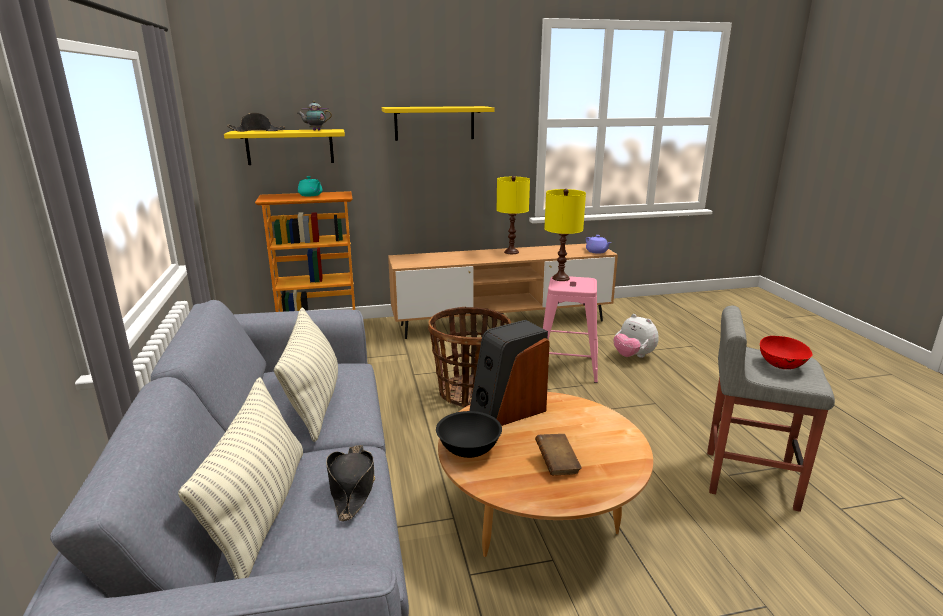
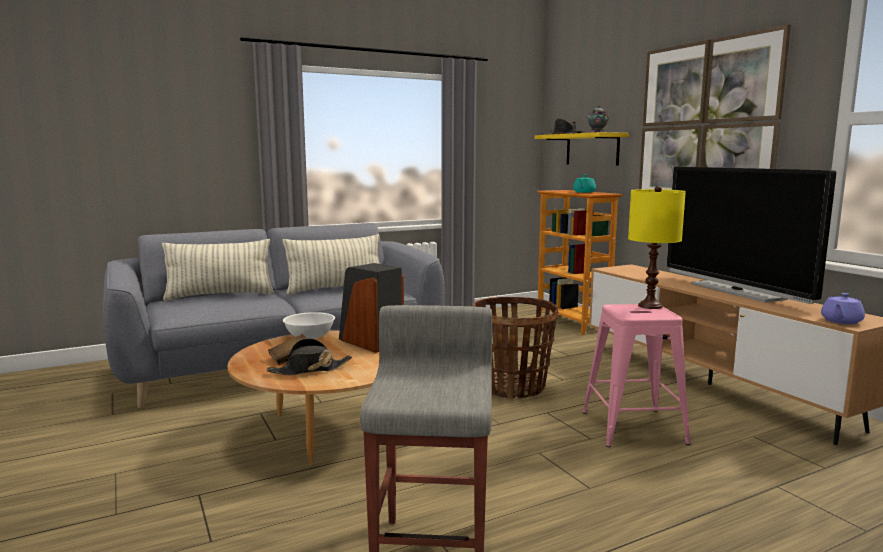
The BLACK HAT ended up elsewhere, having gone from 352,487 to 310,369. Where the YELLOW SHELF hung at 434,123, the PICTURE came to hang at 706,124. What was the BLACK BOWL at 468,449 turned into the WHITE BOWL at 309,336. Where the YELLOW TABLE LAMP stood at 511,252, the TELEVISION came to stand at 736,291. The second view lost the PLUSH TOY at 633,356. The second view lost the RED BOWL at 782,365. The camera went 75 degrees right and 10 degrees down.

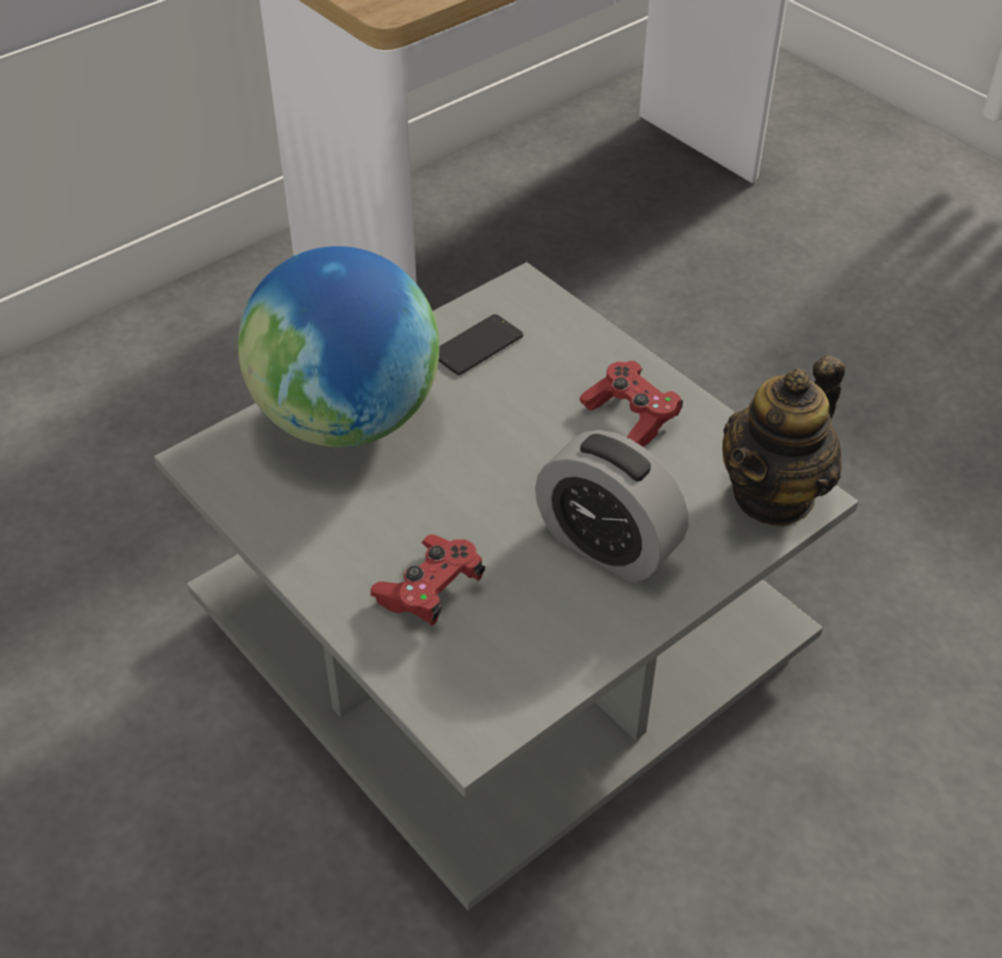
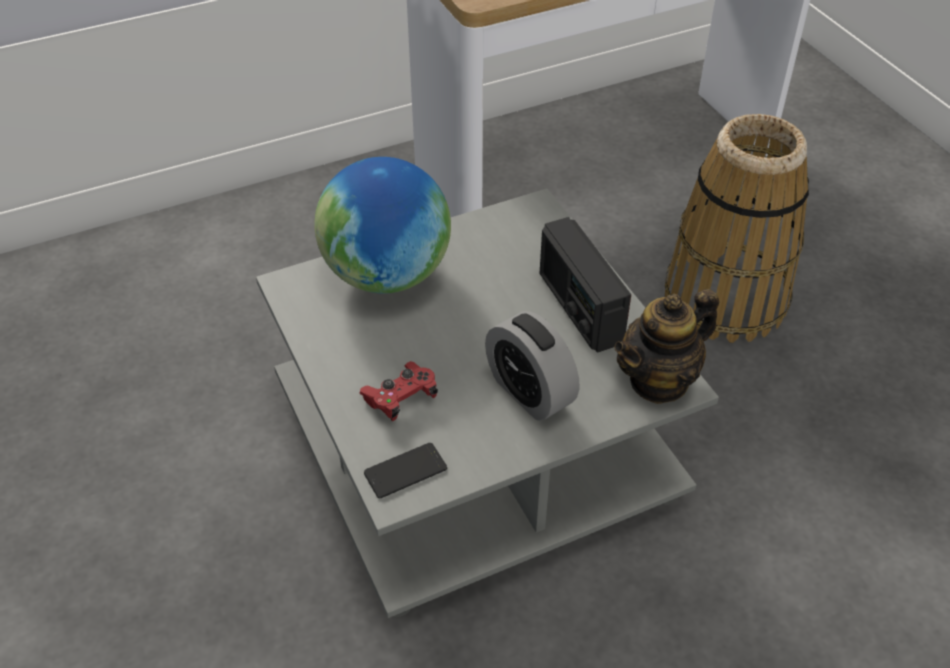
The PHONE ended up elsewhere, having gone from 477,345 to 405,471. Where the RED GAME CONTROLLER stood at 631,416, the RADIO came to stand at 579,308. The second view gained the BASKET at 726,298. The camera went 15 degrees right and 0 degrees up.

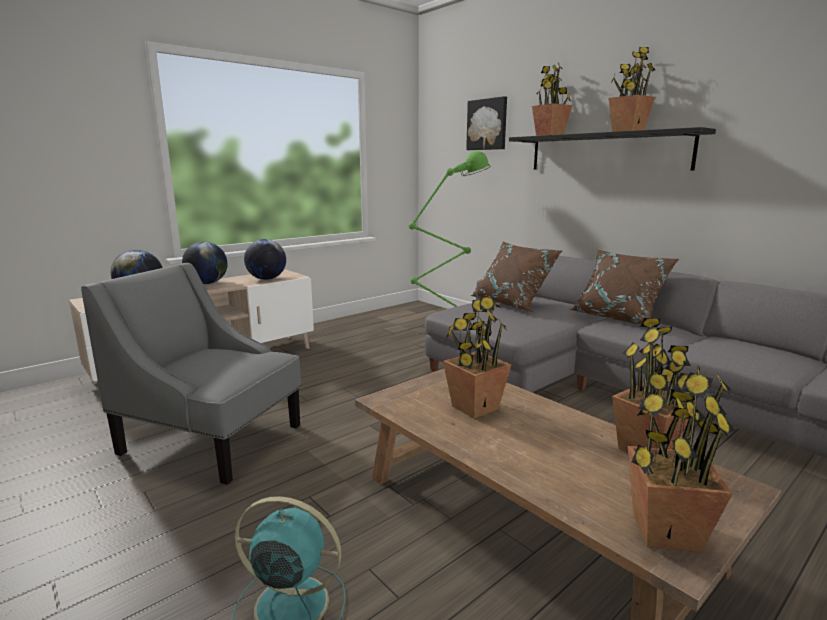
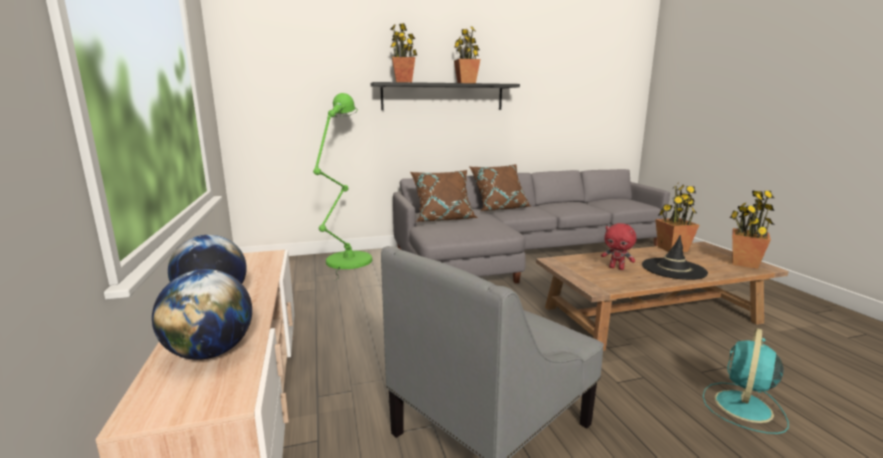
The second view lost the GLOBE at 266,279. Where the POTTED PLANT stood at 474,408, the RED PLUSH TOY came to stand at 617,268. The second view lost the PICTURE at 487,124. The second view gained the BLACK HAT at 673,269. The camera went 65 degrees left and 0 degrees up.

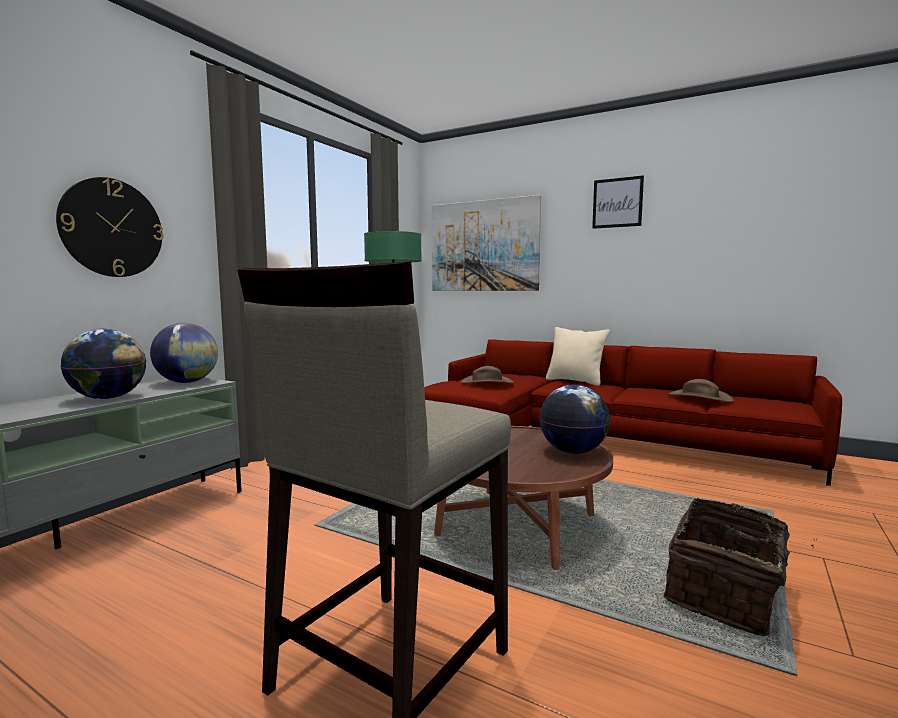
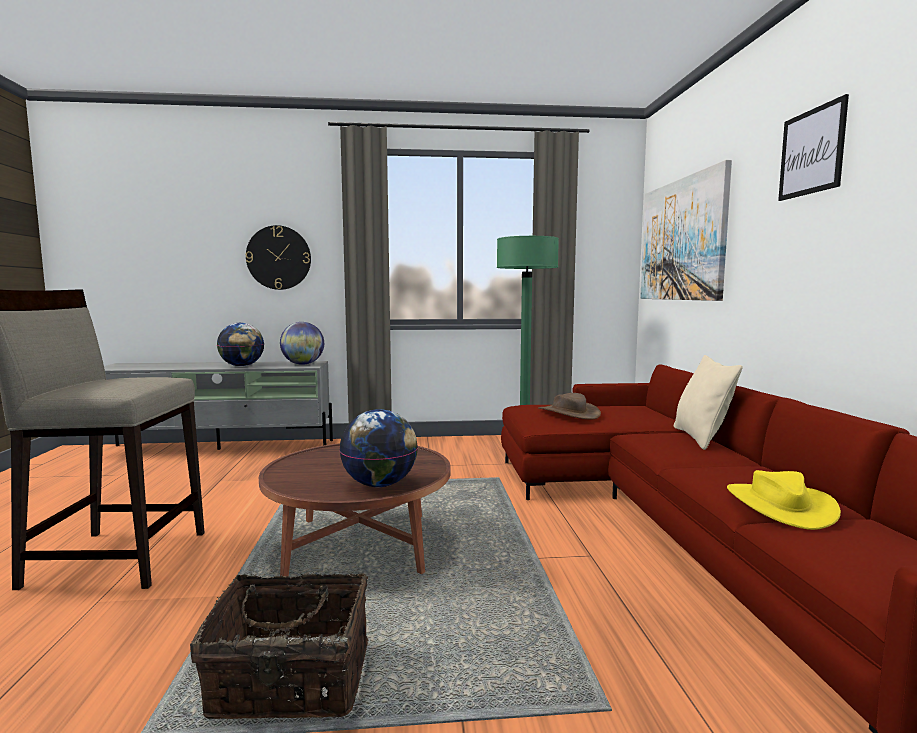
What was the BROWN HAT at 699,397 turned into the YELLOW HAT at 779,505. The camera went 55 degrees right and 0 degrees up.

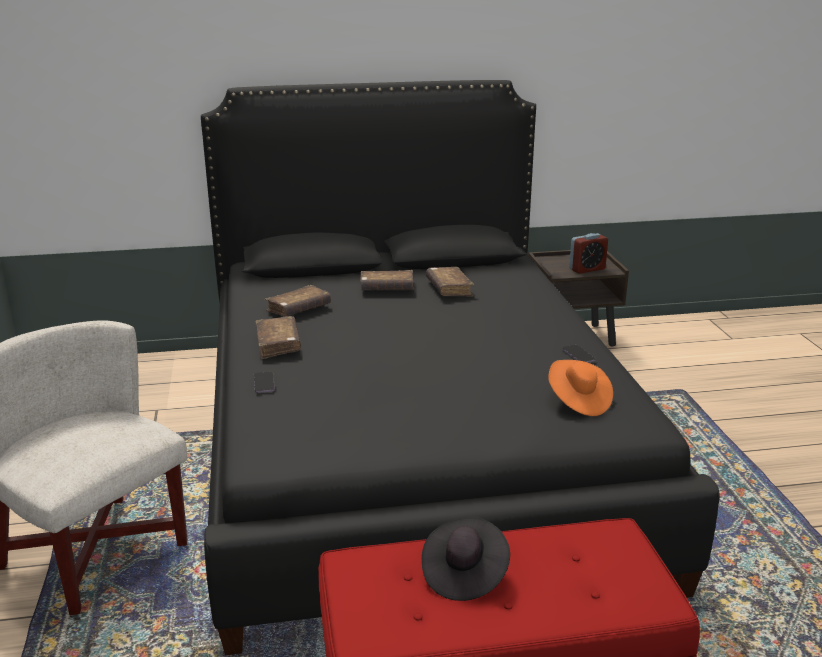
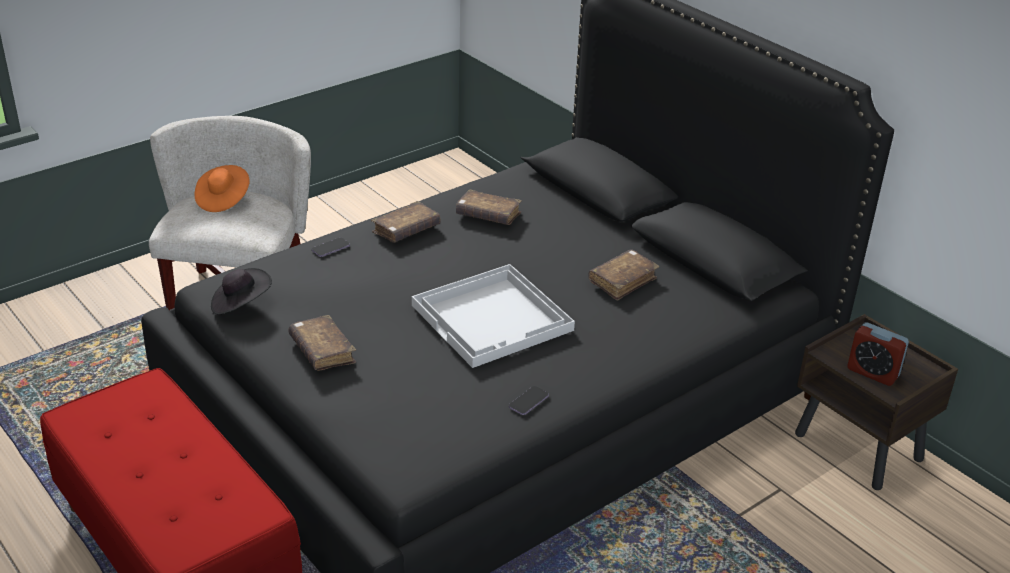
The BROWN BOOK ended up elsewhere, having gone from 387,288 to 322,351. The BLACK HAT ended up elsewhere, having gone from 464,574 to 240,304. The ORANGE HAT ended up elsewhere, having gone from 578,401 to 223,200. The second view gained the WHITE TRAY at 493,318. The camera went 60 degrees right and 10 degrees up.

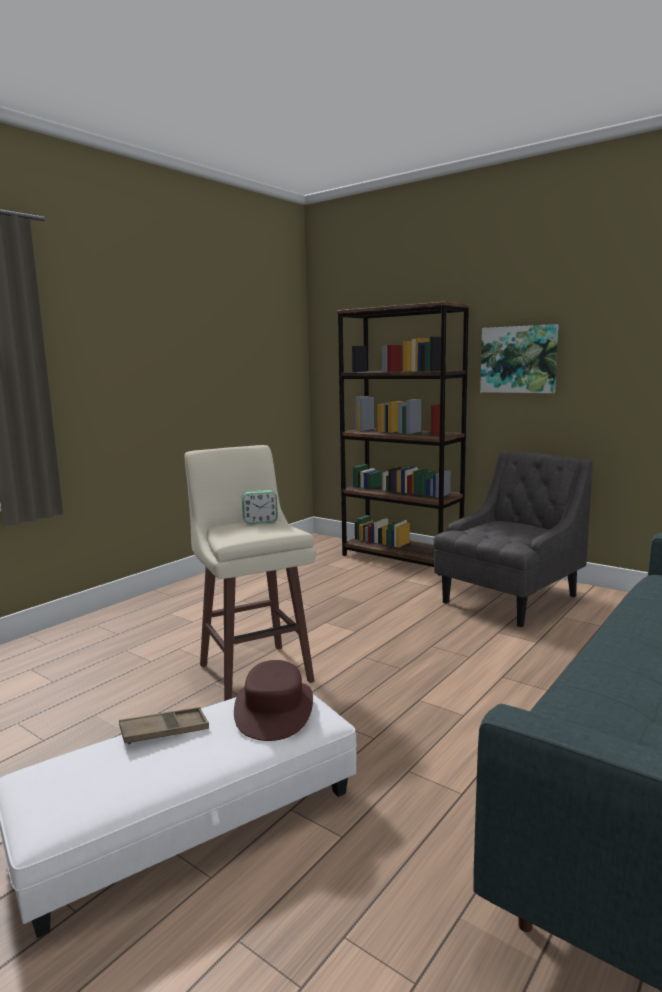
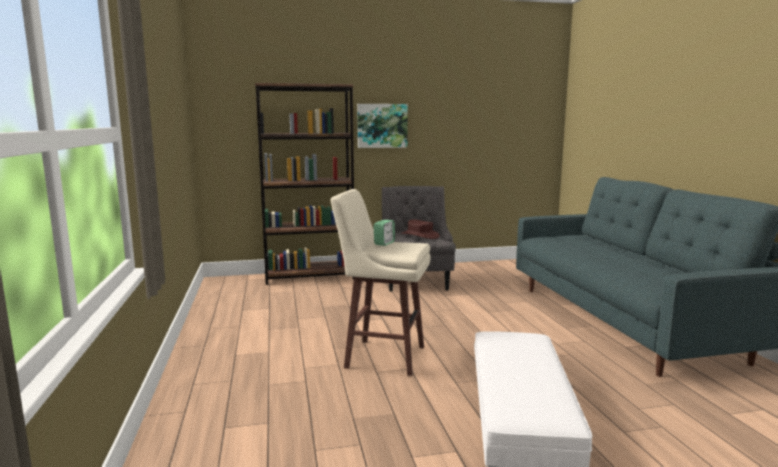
The second view lost the BROWN TRAY at 164,731. The BROWN HAT ended up elsewhere, having gone from 274,709 to 420,235. The camera went 50 degrees left and 0 degrees up.

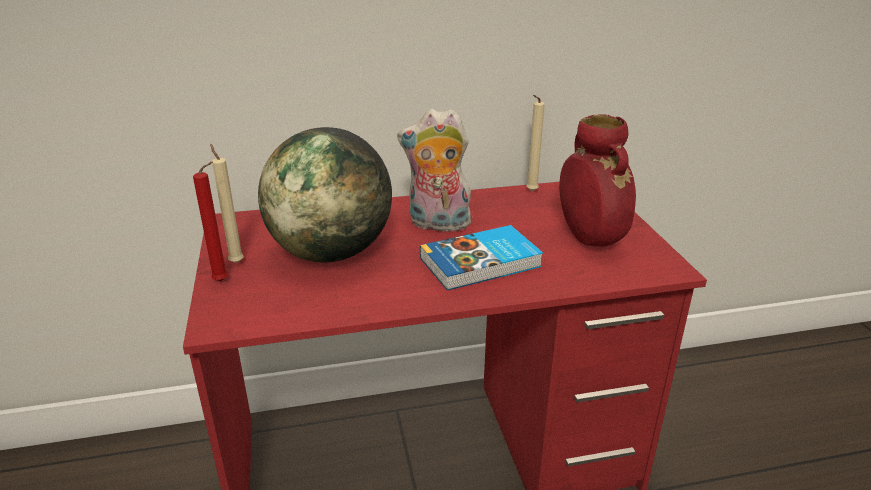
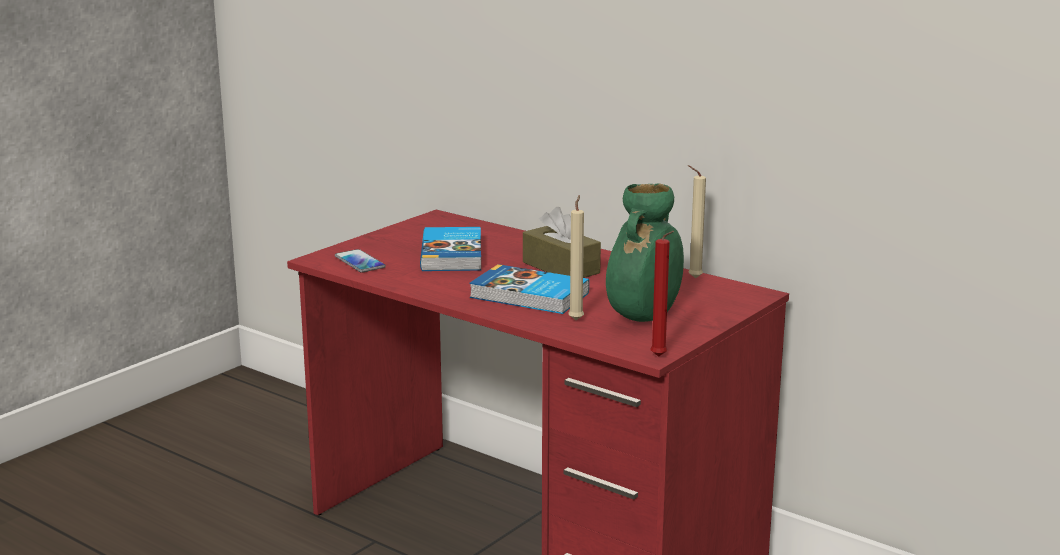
The RED CANDLE ended up elsewhere, having gone from 223,281 to 660,357. The BEIGE CANDLE ended up elsewhere, having gone from 235,262 to 576,319. Where the GLOBE stood at 331,253, the BOOK came to stand at 453,254. Where the PLUSH TOY stood at 437,224, the BROWN TISSUE BOX came to stand at 561,268. What was the RED VASE at 590,240 turned into the GREEN VASE at 644,318. The second view gained the PHONE at 359,262. The camera went 50 degrees right and 10 degrees down.

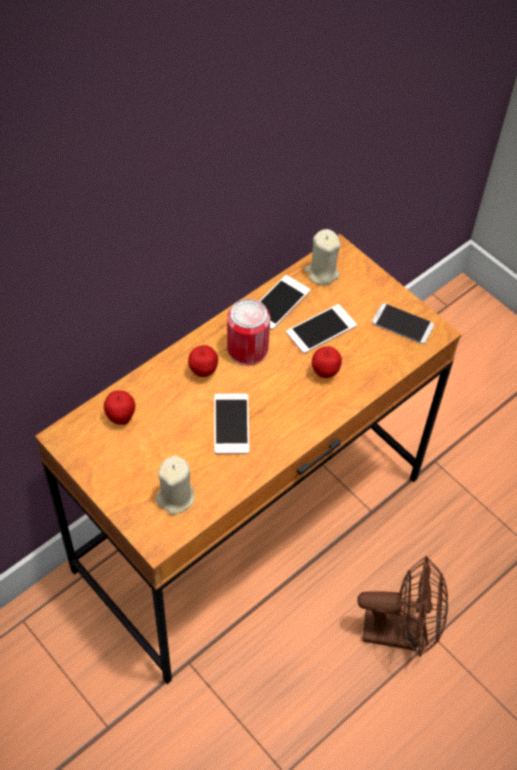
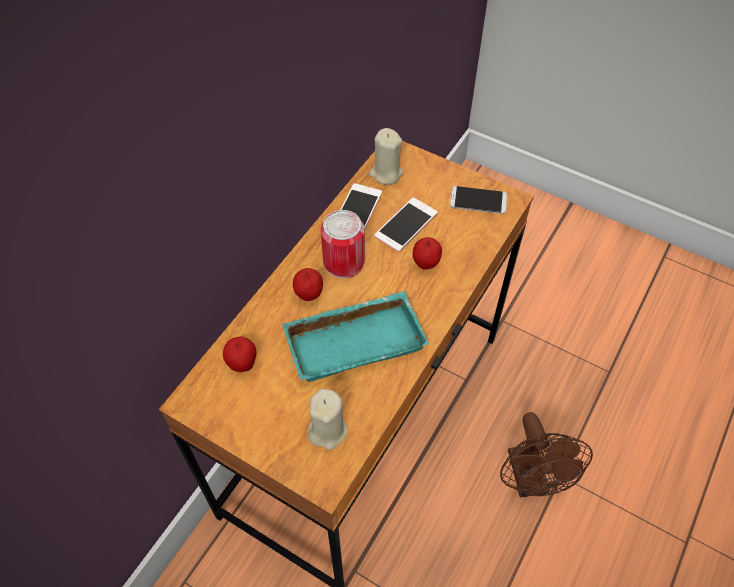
Where the PHONE stood at 231,424, the TURQUOISE TRAY came to stand at 355,339. The BROWN FAN at 400,632 ended up facing another way, 90 degrees clockwise from before. The camera went 15 degrees left and 0 degrees up.

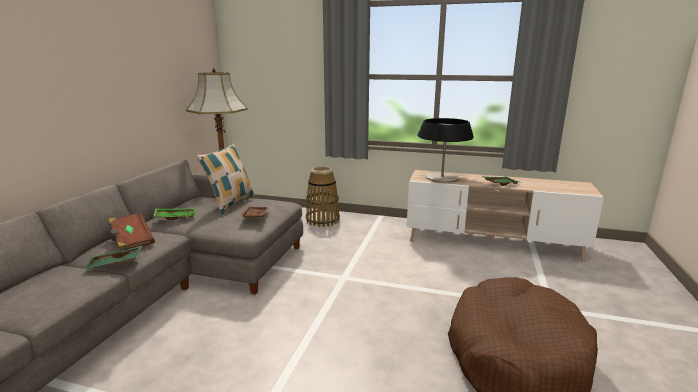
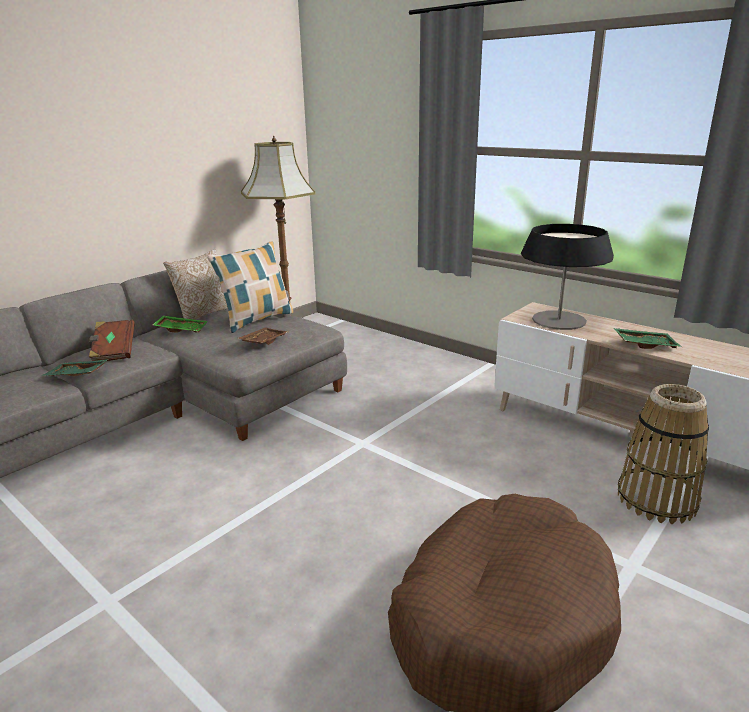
The BASKET ended up elsewhere, having gone from 322,220 to 656,500. The second view gained the PILLOW at 204,314. The camera went 25 degrees right and 5 degrees up.

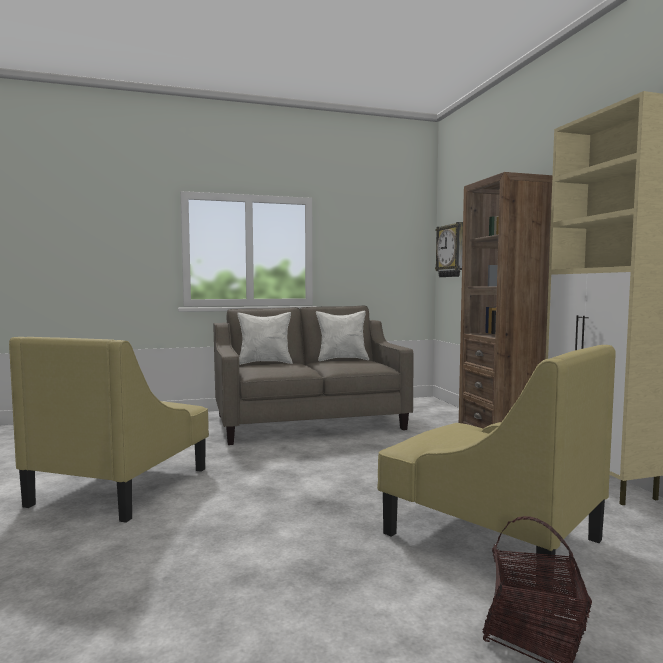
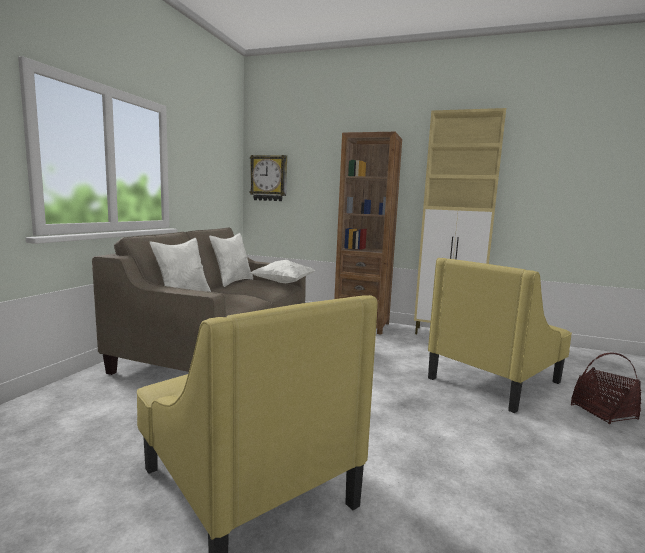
The YELLOW ARMCHAIR at 490,536 ended up facing another way, 150 degrees clockwise from before. The second view gained the WHITE PILLOW at 283,283. The camera went 55 degrees left and 5 degrees up.

